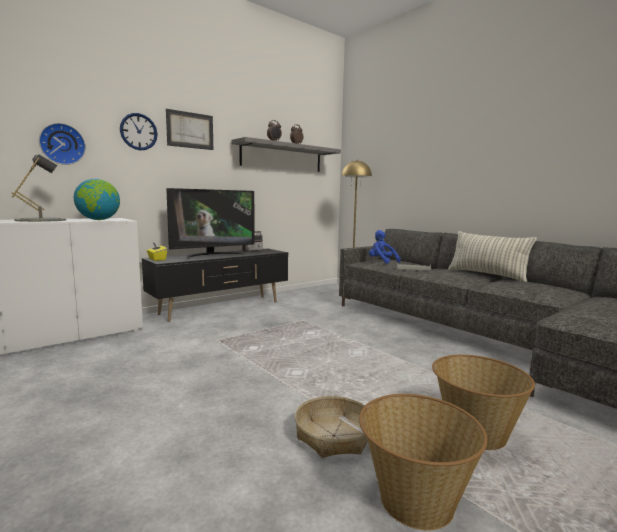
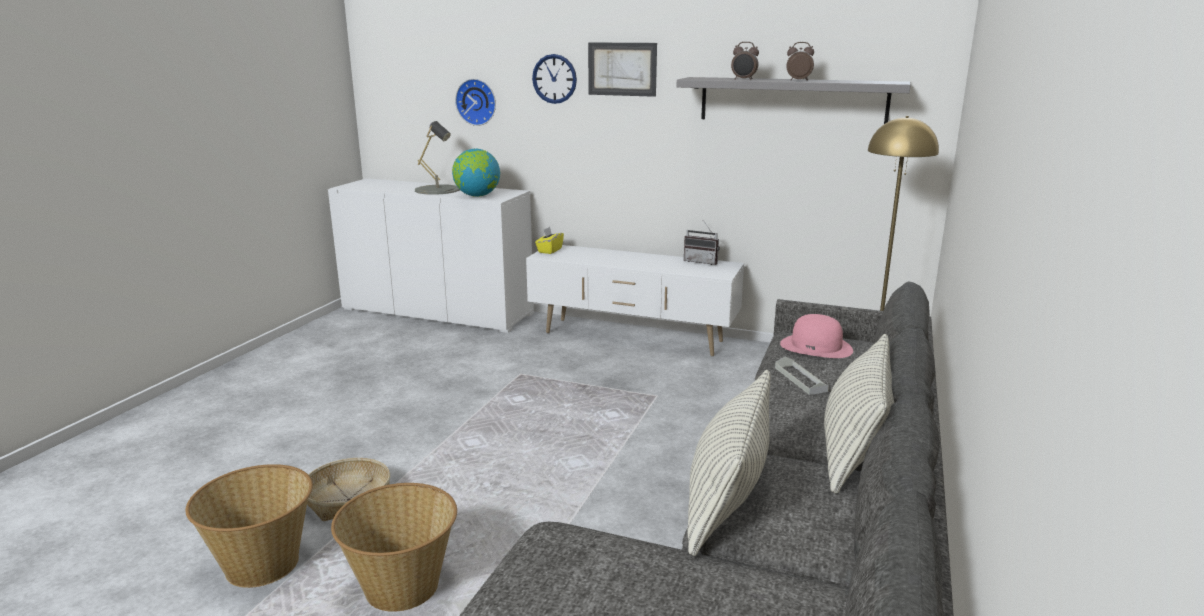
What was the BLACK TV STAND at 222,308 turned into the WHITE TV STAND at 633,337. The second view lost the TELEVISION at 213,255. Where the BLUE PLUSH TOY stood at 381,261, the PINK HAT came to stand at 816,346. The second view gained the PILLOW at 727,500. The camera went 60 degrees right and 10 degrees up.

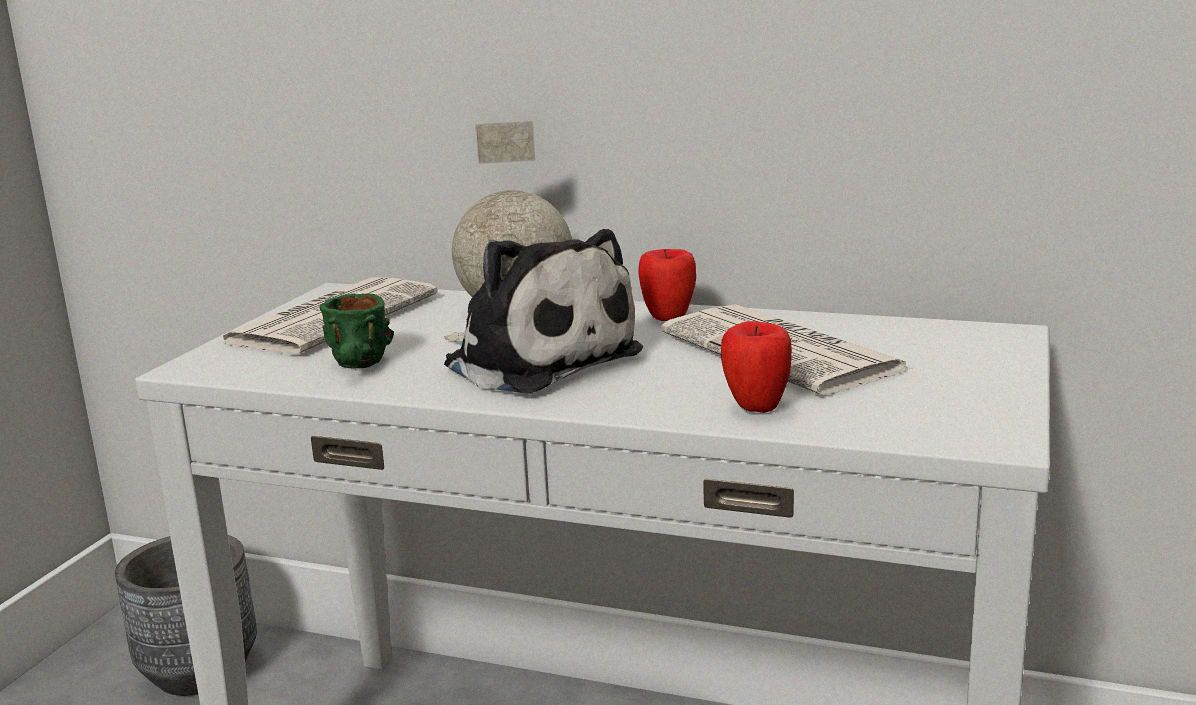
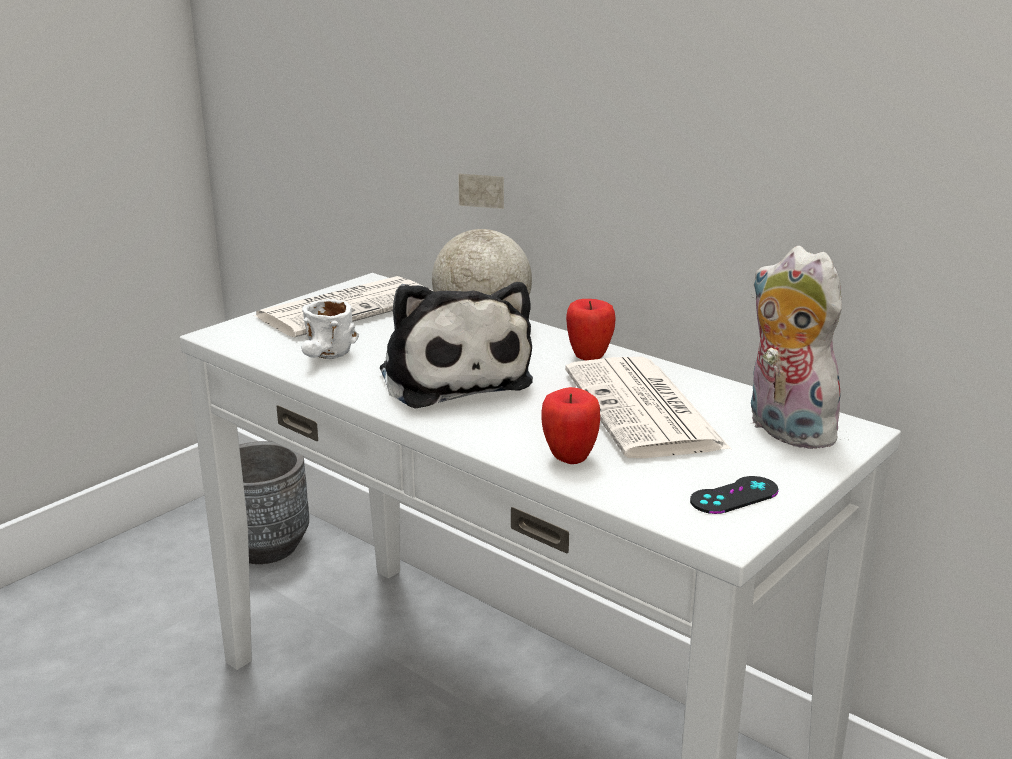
What was the GREEN MUG at 361,367 turned into the WHITE MUG at 327,358. The second view gained the BLACK GAME CONTROLLER at 734,496. The second view gained the PLUSH TOY at 783,430. The camera went 20 degrees right and 5 degrees up.

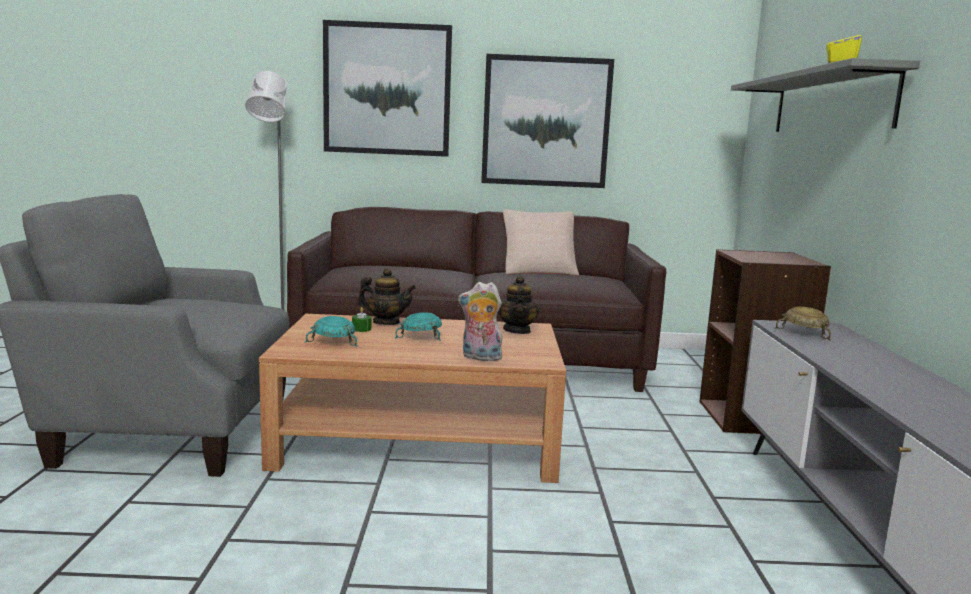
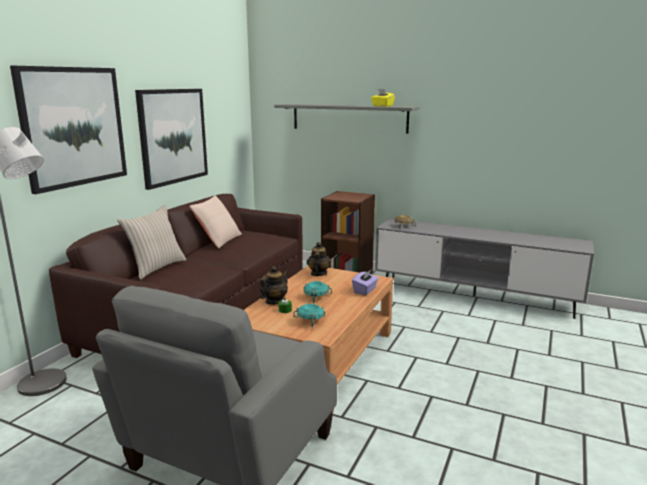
Where the PLUSH TOY stood at 480,358, the PURPLE TISSUE BOX came to stand at 365,290. The TEAPOT at 517,330 ended up facing another way, 105 degrees counterclockwise from before. The second view gained the BEIGE PILLOW at 156,268. The camera went 65 degrees left and 5 degrees up.

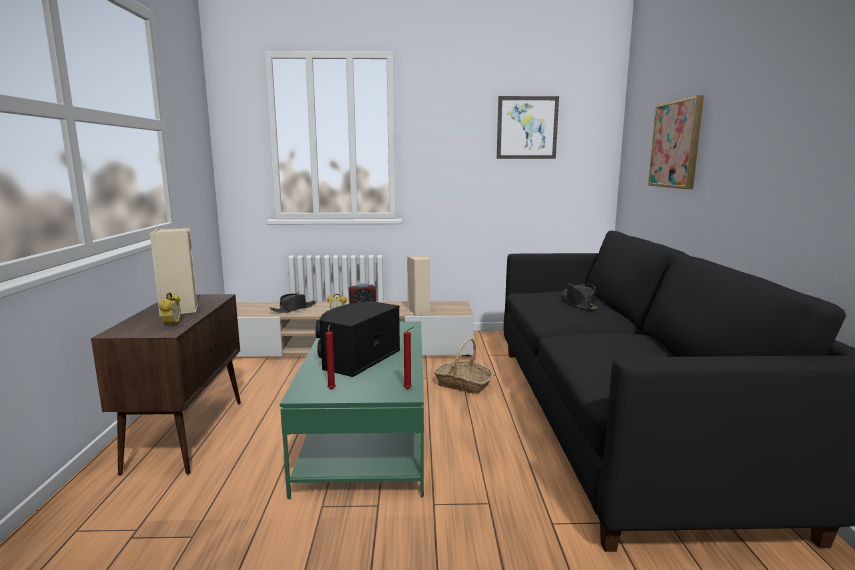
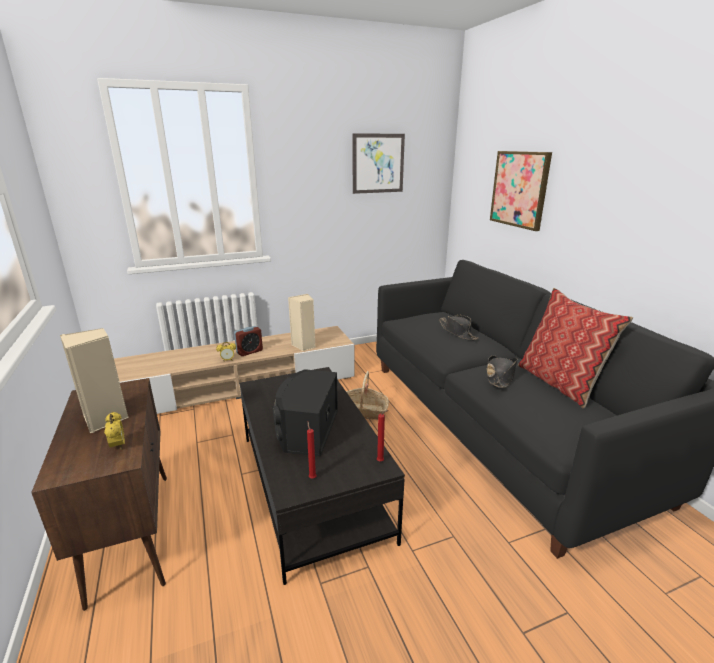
The BLACK HAT ended up elsewhere, having gone from 293,309 to 500,376. What was the GREEN COFFEE TABLE at 367,433 turned into the BLACK COFFEE TABLE at 312,485. The second view gained the PILLOW at 560,383. The camera went 20 degrees left and 10 degrees up.

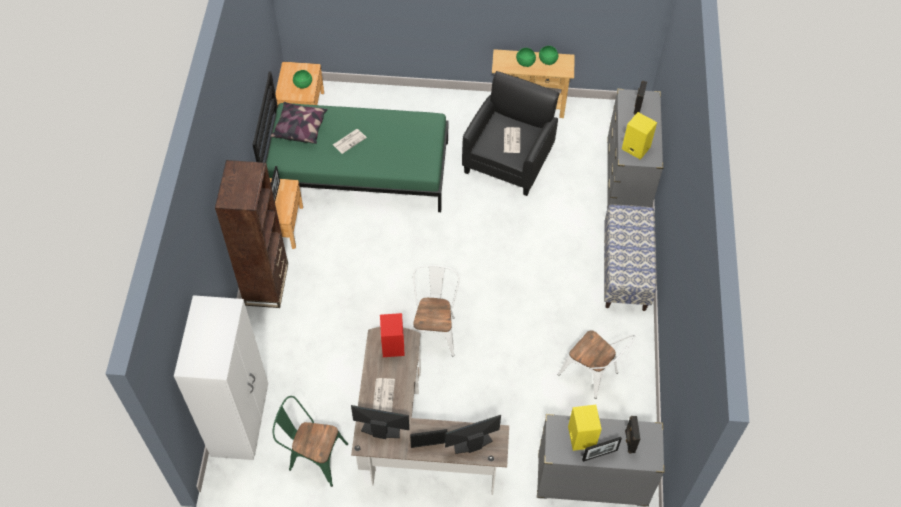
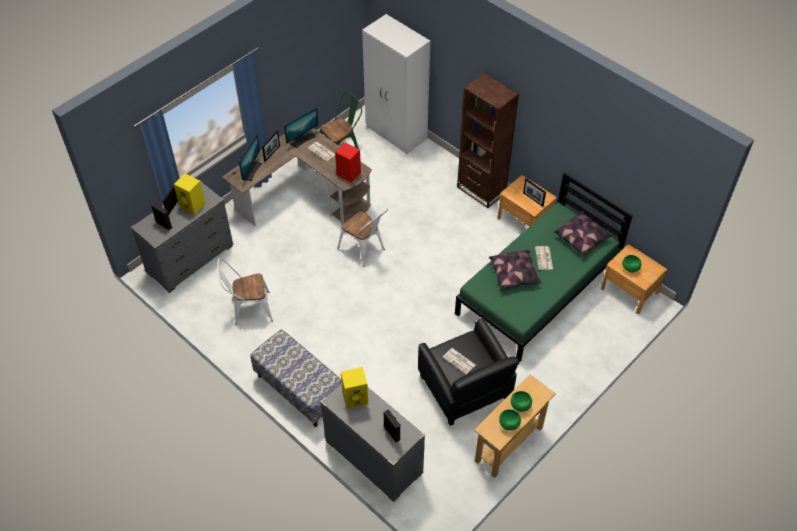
The second view gained the PILLOW at 514,275. The camera went 130 degrees right and 5 degrees down.

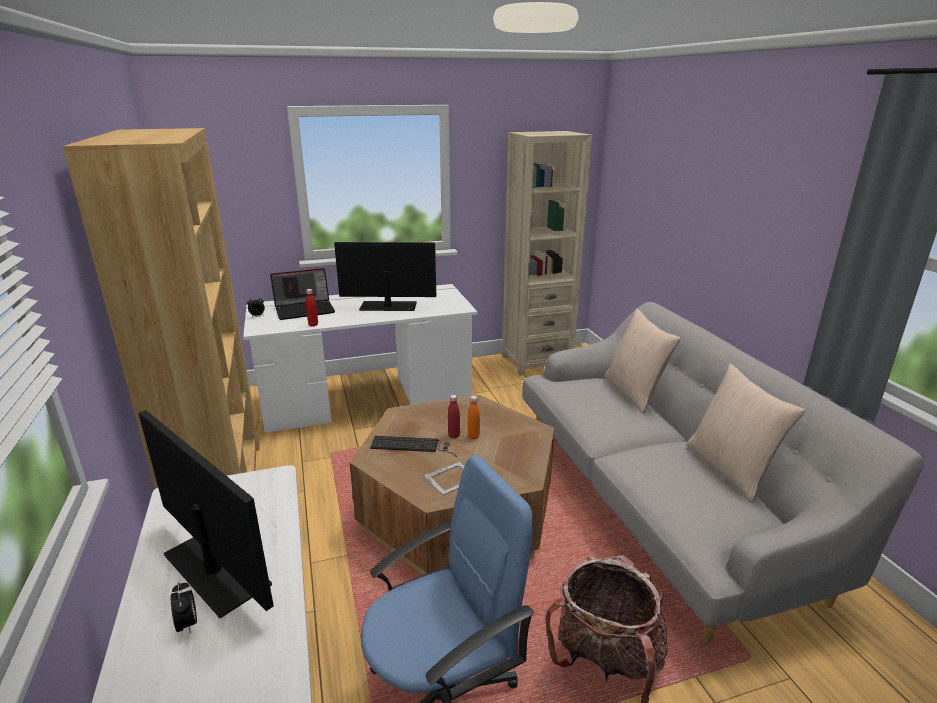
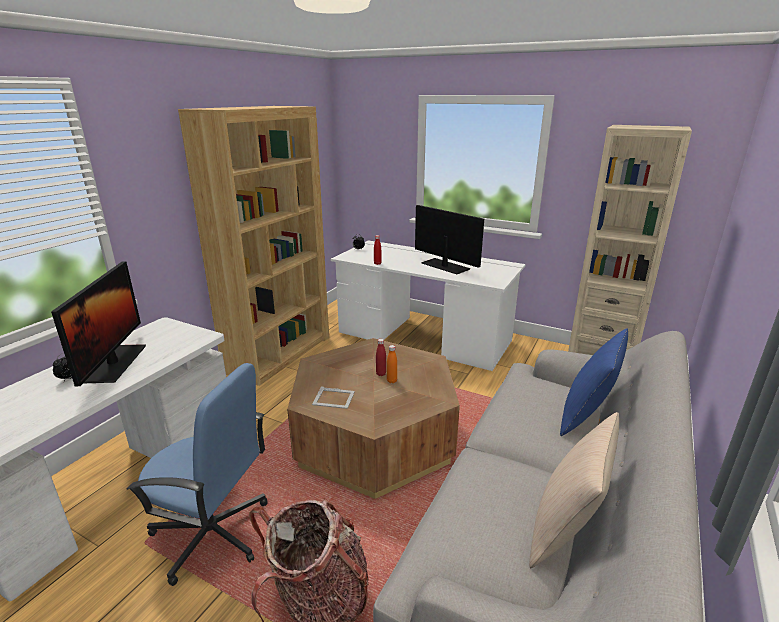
The second view lost the LAPTOP at 305,309. The second view lost the KEYBOARD at 413,445. What was the BEIGE PILLOW at 634,392 turned into the BLUE PILLOW at 586,416. The camera went 45 degrees right and 0 degrees up.

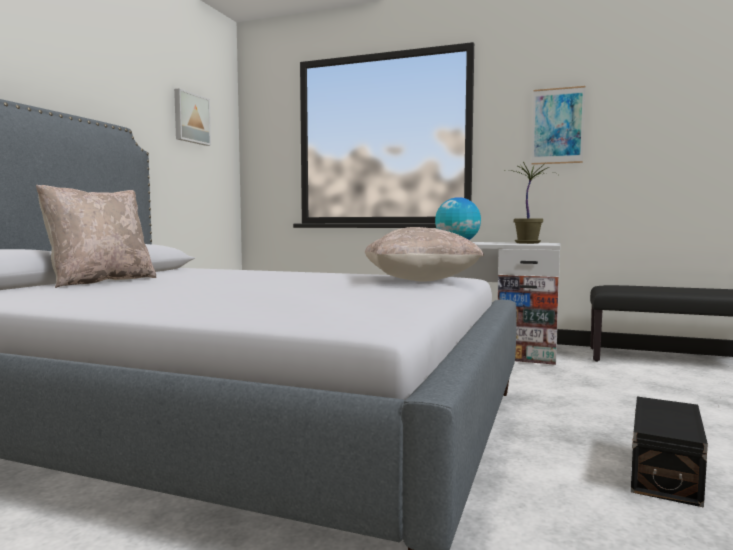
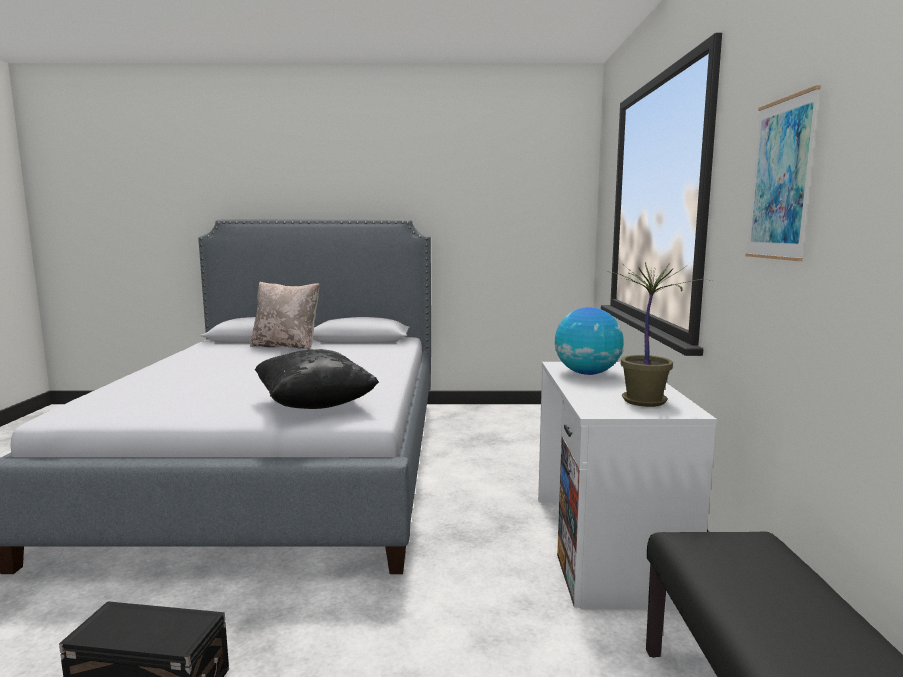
The second view lost the PICTURE at 191,118. What was the BEIGE PILLOW at 419,281 turned into the BLACK PILLOW at 315,405. The camera went 70 degrees right and 5 degrees up.

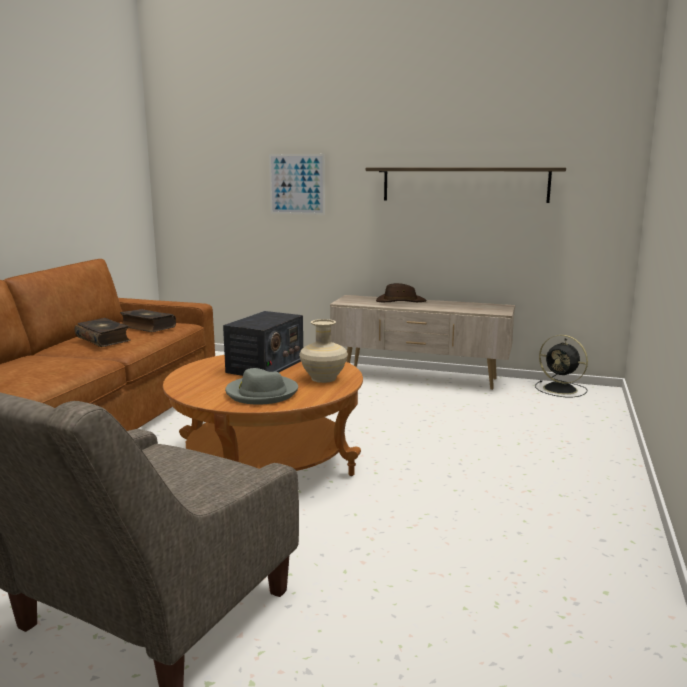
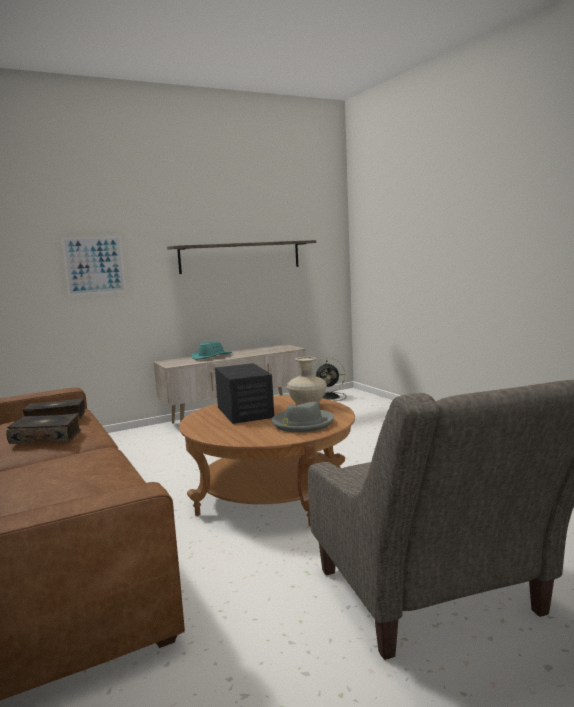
What was the BROWN HAT at 400,301 turned into the TURQUOISE HAT at 211,356. The camera went 45 degrees left and 5 degrees down.

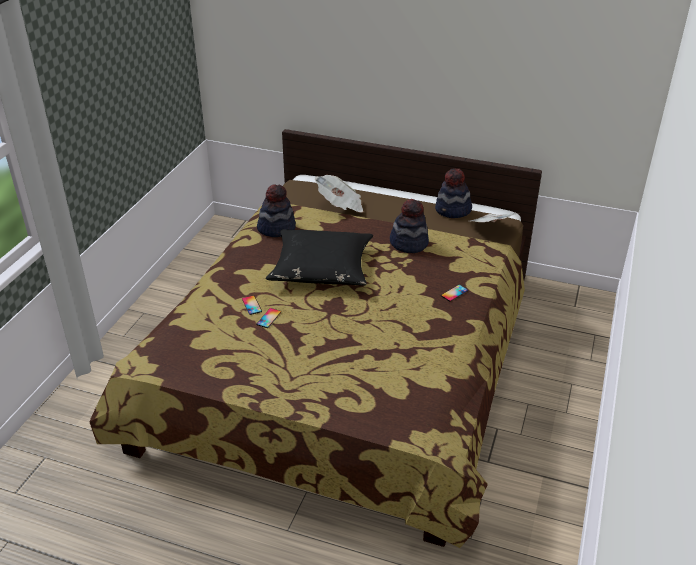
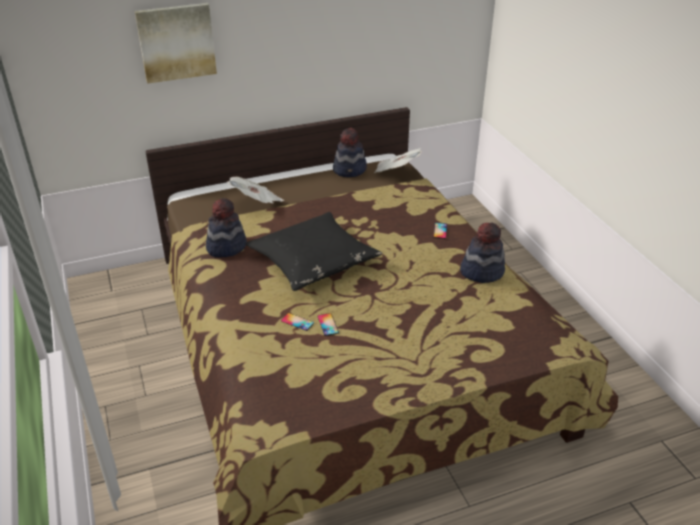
The HAT ended up elsewhere, having gone from 409,243 to 482,271. The second view gained the PICTURE at 176,42. The camera went 40 degrees left and 0 degrees up.

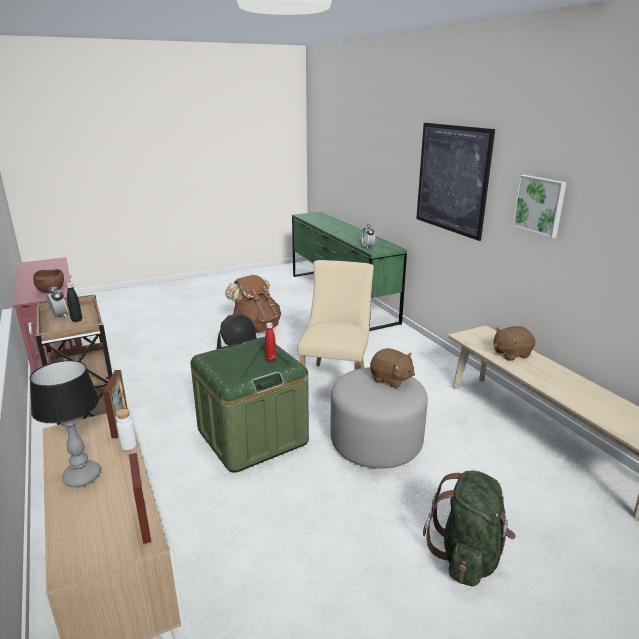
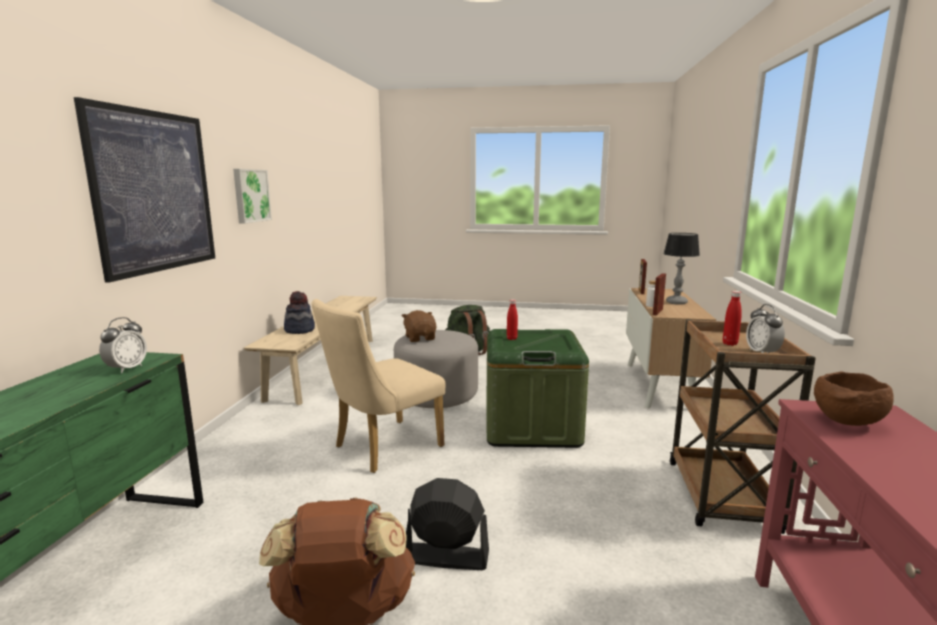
What was the BLACK BOTTLE at 77,320 turned into the RED BOTTLE at 729,344. Where the BROWN PLUSH TOY stood at 511,354, the HAT came to stand at 299,330. The camera went 145 degrees left and 10 degrees down.

